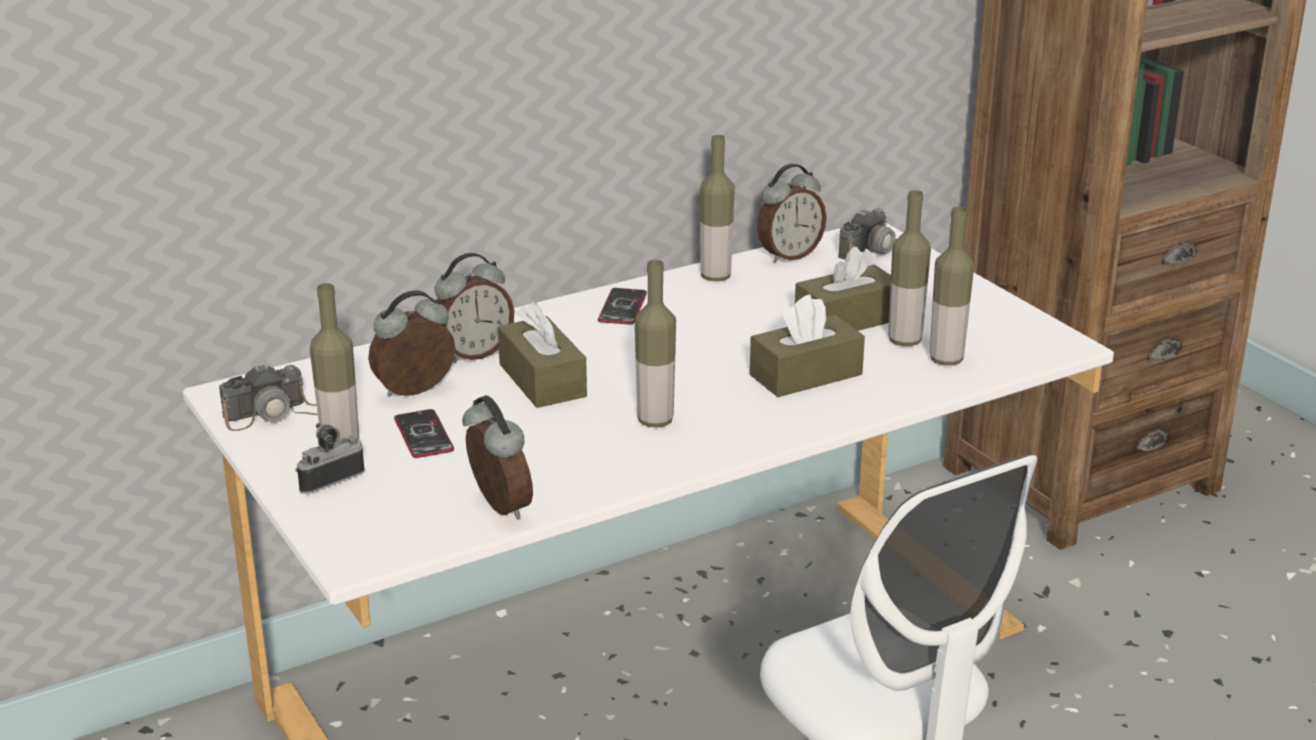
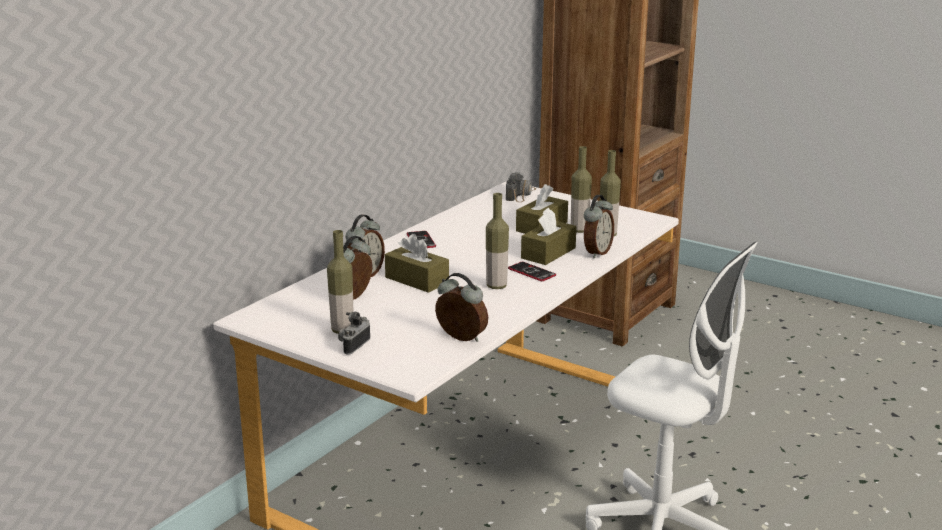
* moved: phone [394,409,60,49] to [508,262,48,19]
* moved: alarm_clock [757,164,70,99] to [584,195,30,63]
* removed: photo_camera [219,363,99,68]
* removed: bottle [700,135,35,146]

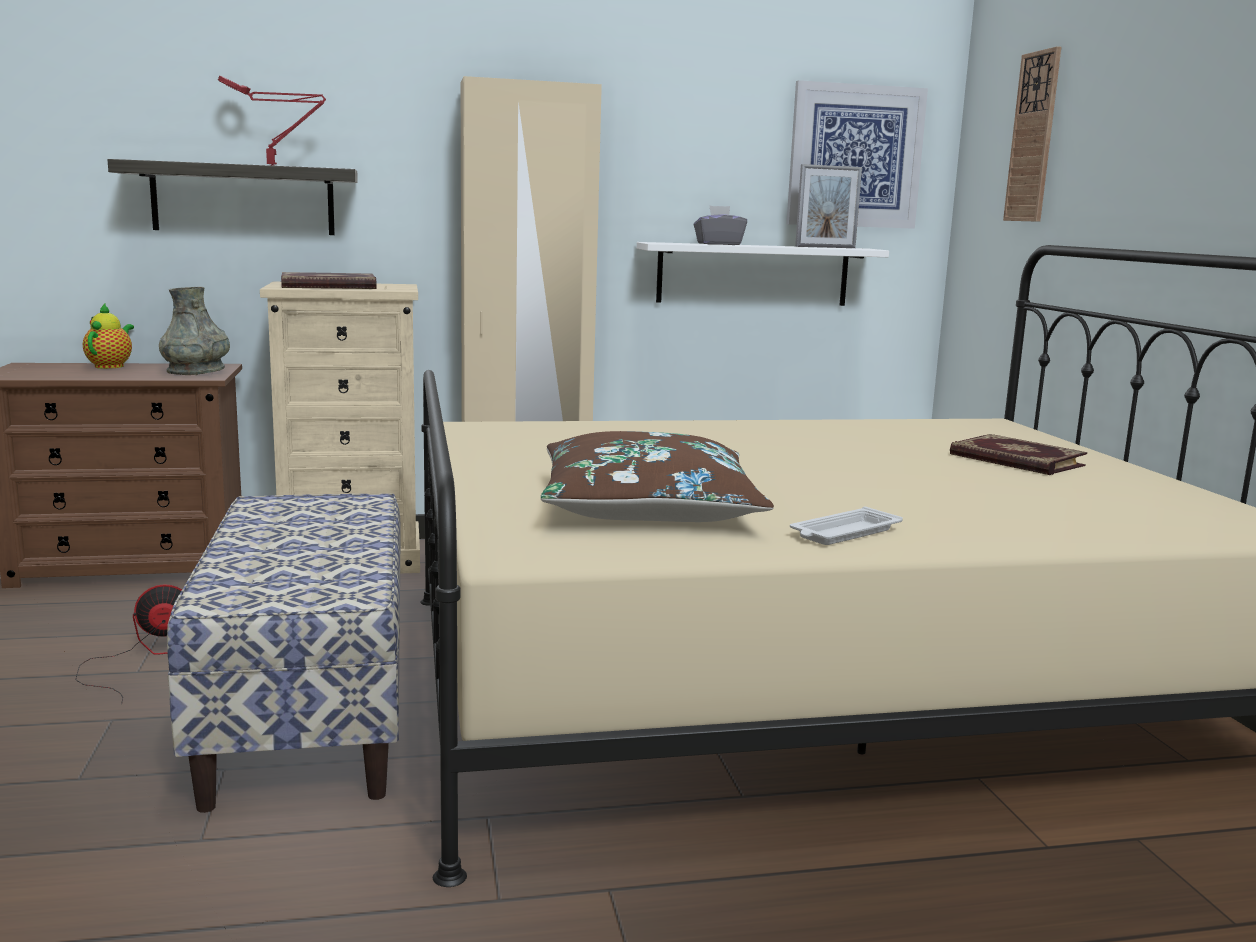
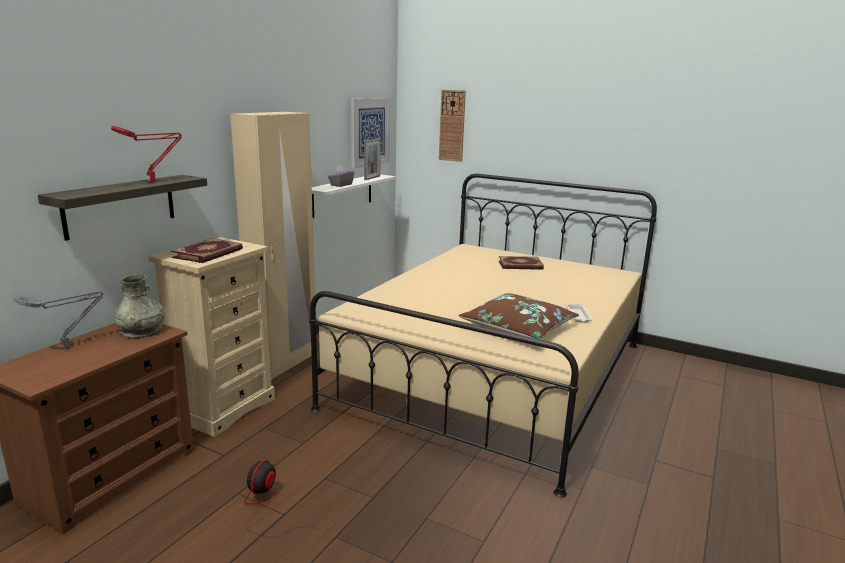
* replaced: teapot [83,304,51,65] to grey_table_lamp [13,291,90,58]
* removed: bench [167,493,234,320]

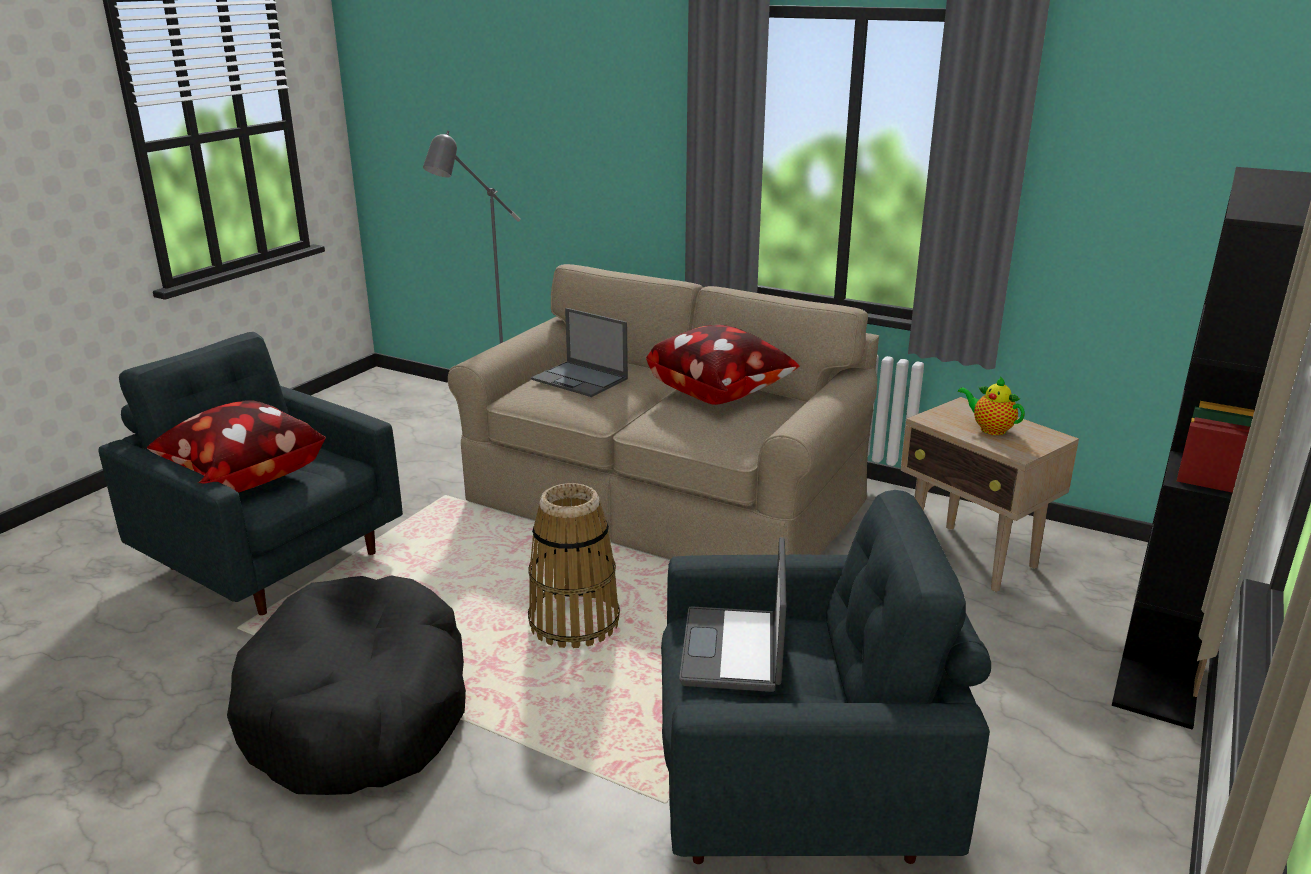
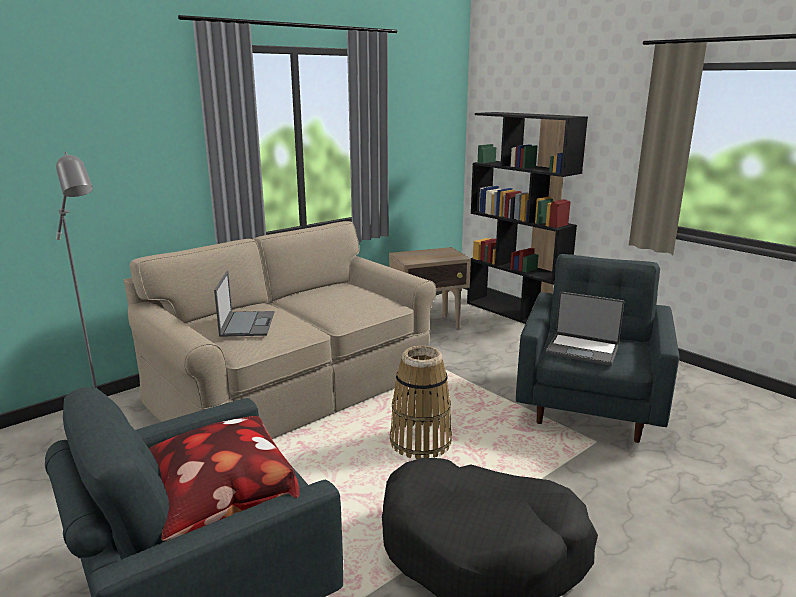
* turned: laptop [531,308,97,89] = [214,271,60,66] 60 degrees counterclockwise
* removed: pillow [646,325,154,80]
* removed: teapot [958,376,67,59]

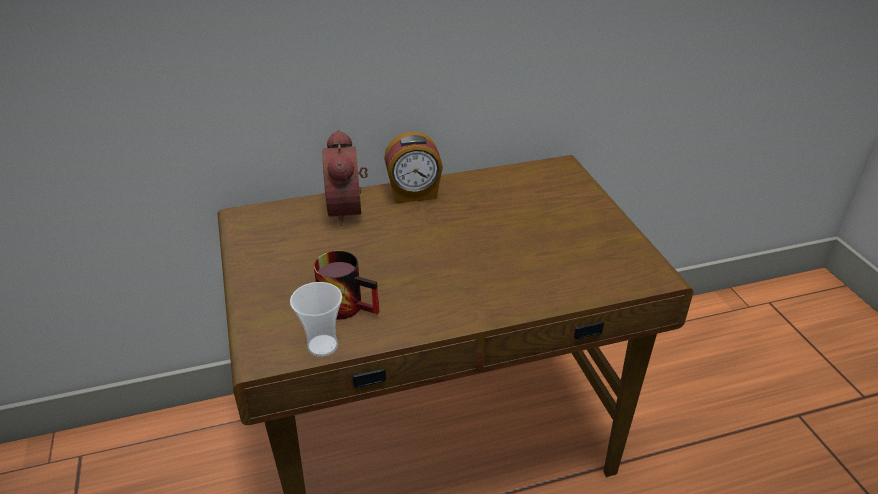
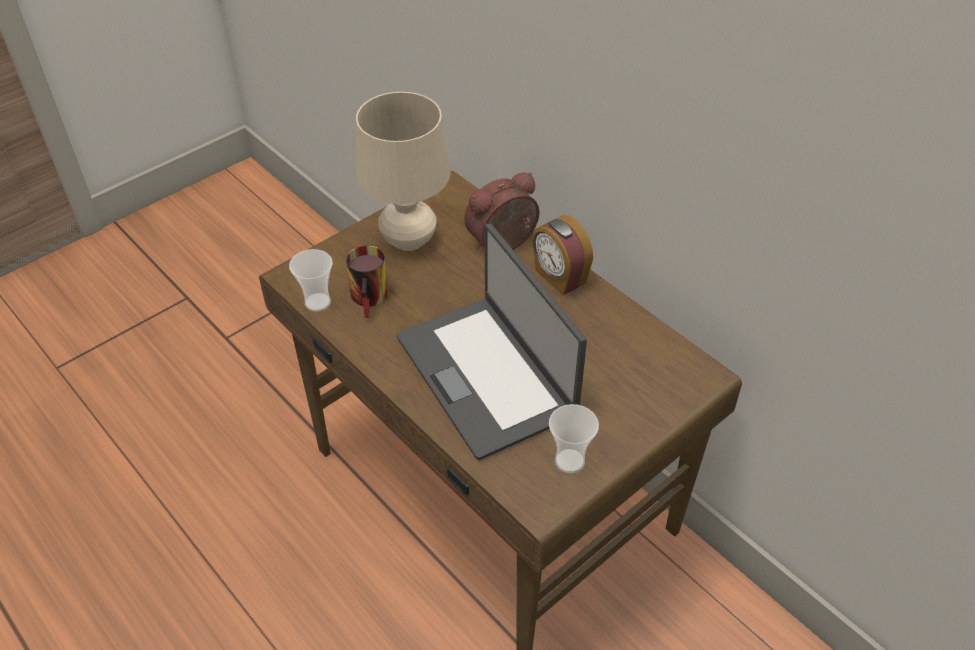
* added: beige_table_lamp [356,92,95,159]
* added: laptop [396,224,191,236]
* added: cup [549,404,50,69]

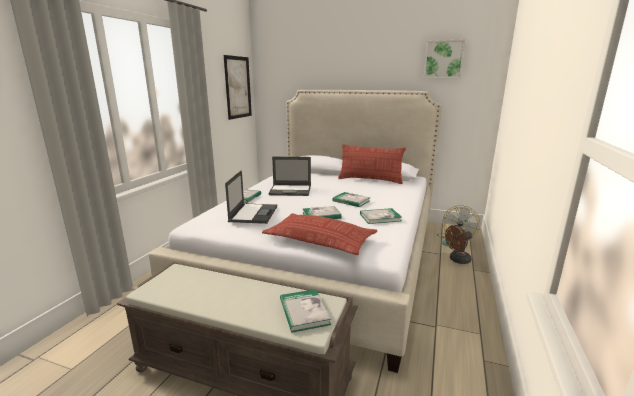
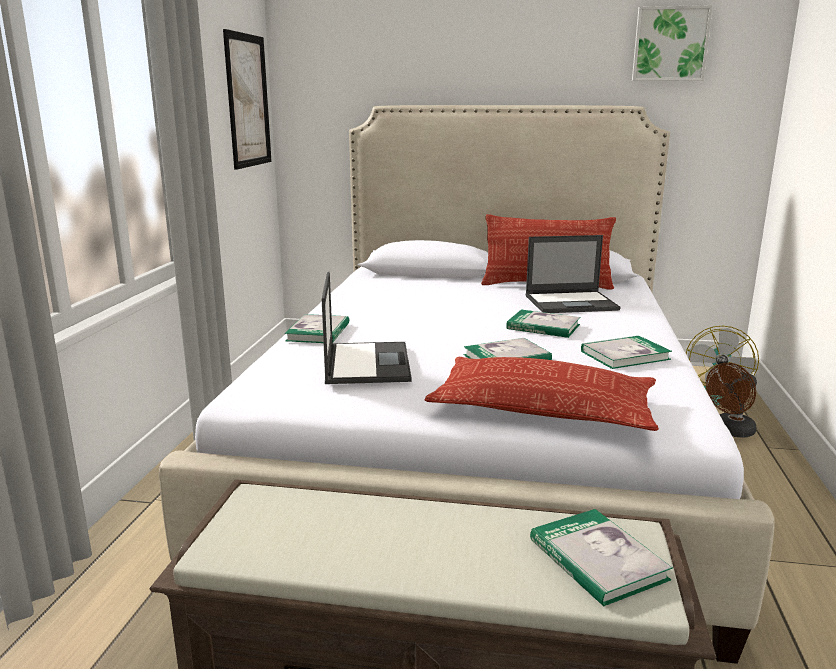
* moved: laptop [268,157,43,39] to [525,235,96,78]

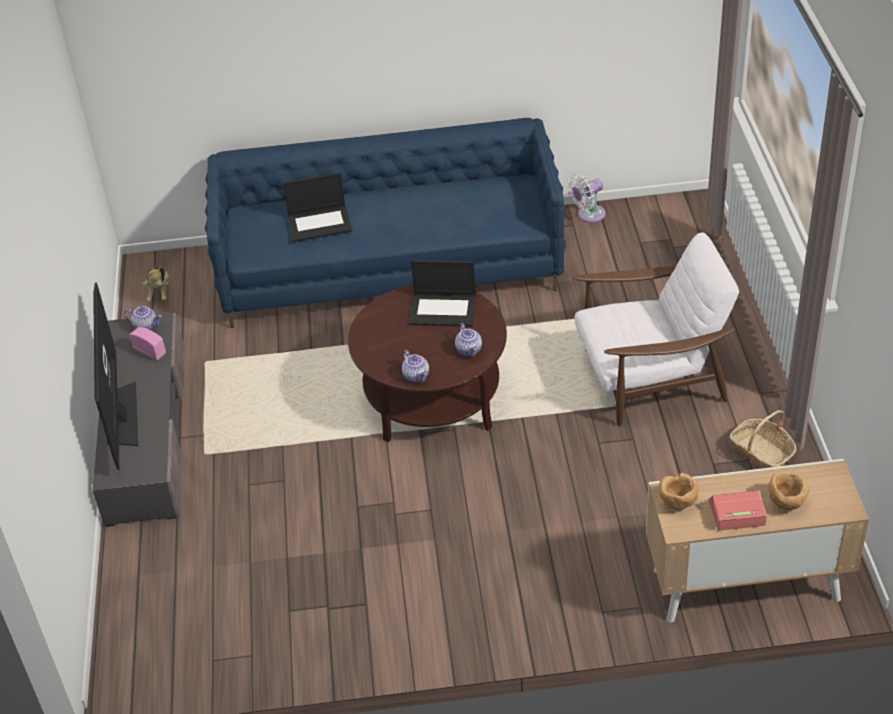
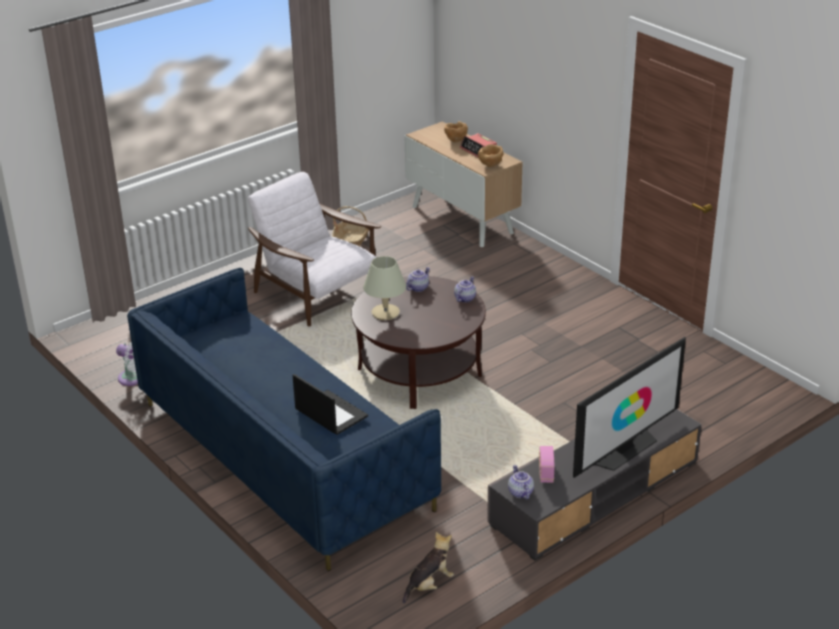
* replaced: laptop [409,260,67,67] to beige_table_lamp [363,256,43,64]

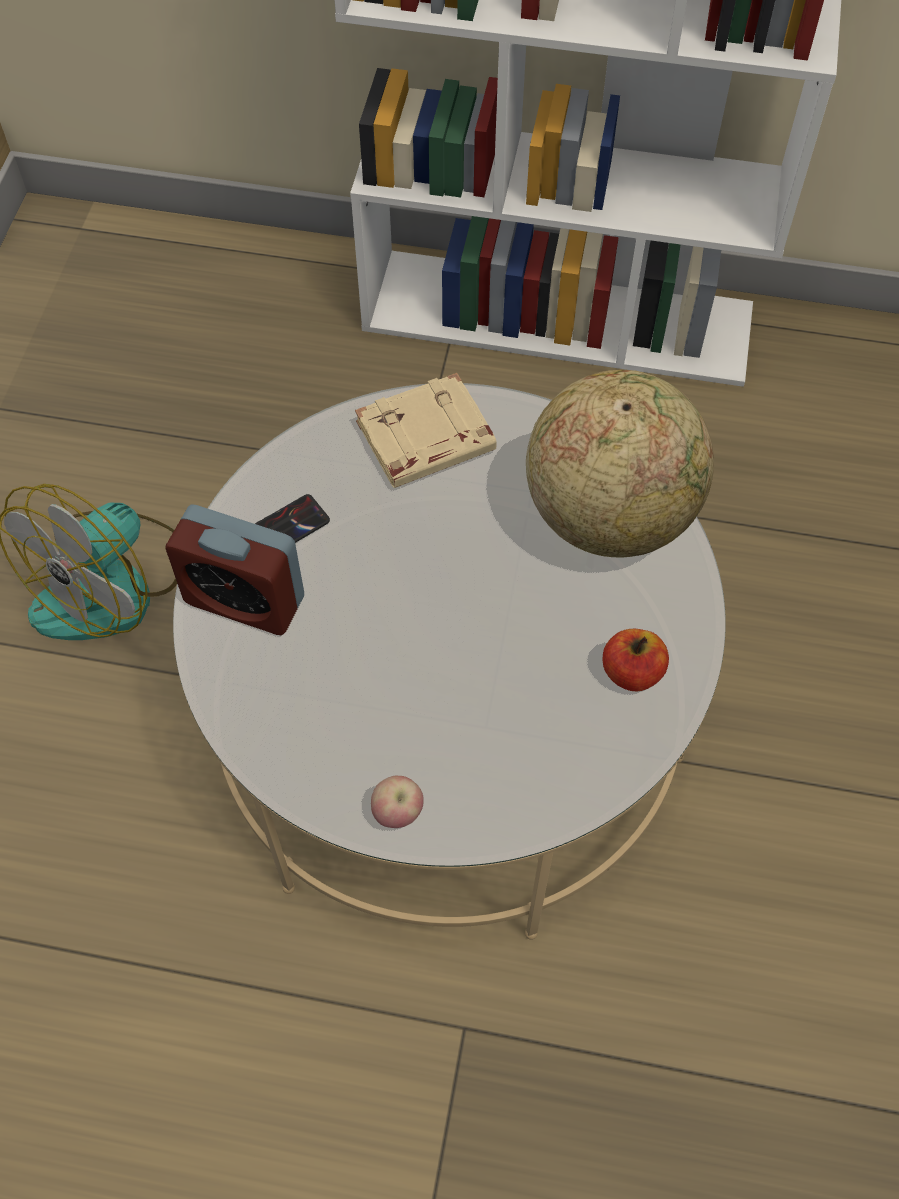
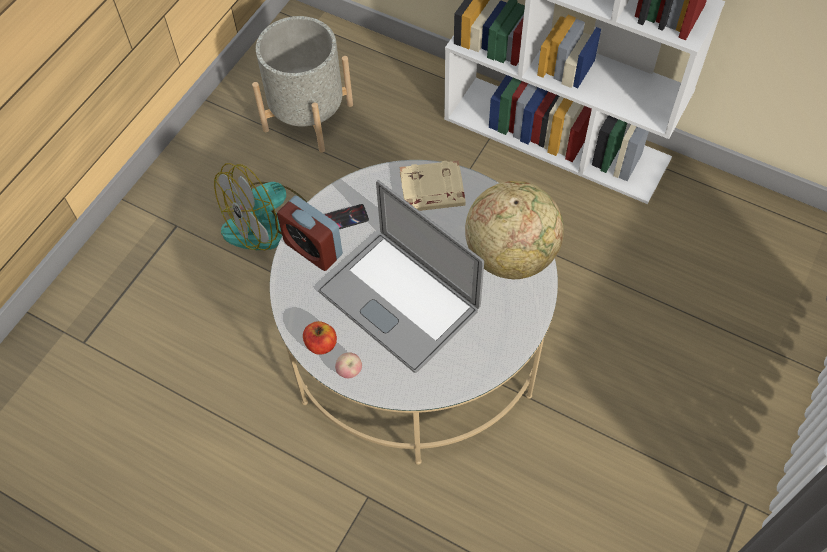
* added: grey_planter [252,16,101,137]
* moved: apple [602,629,67,62] to [303,321,34,34]
* added: laptop [318,180,166,193]

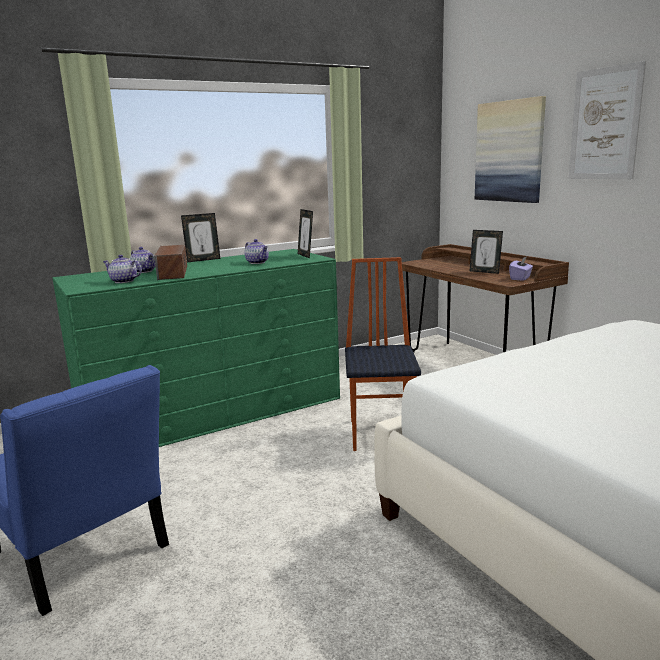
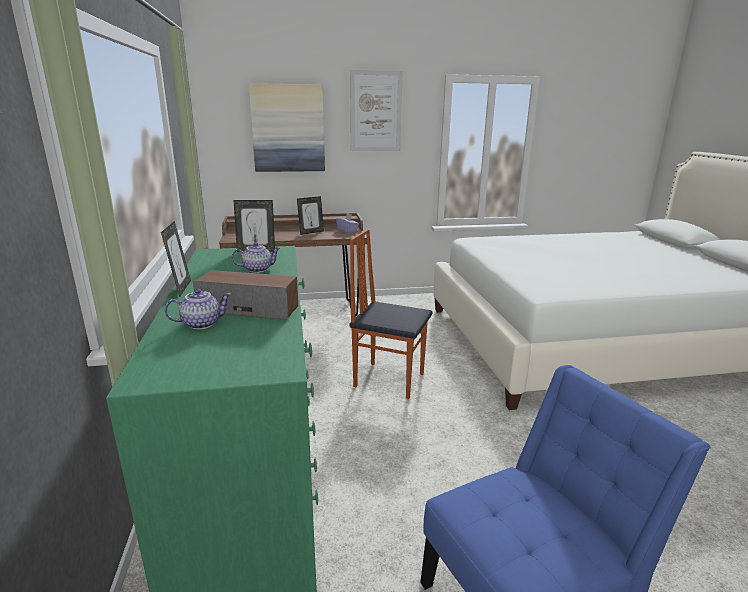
* removed: teapot [102,255,40,28]

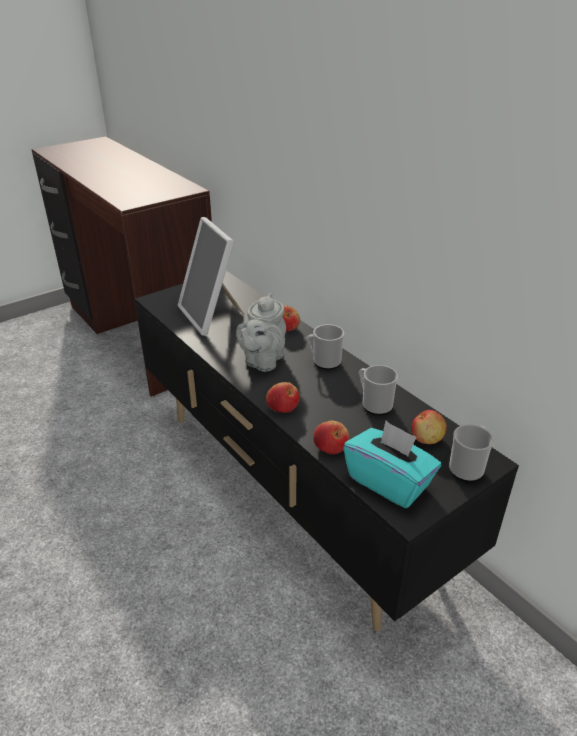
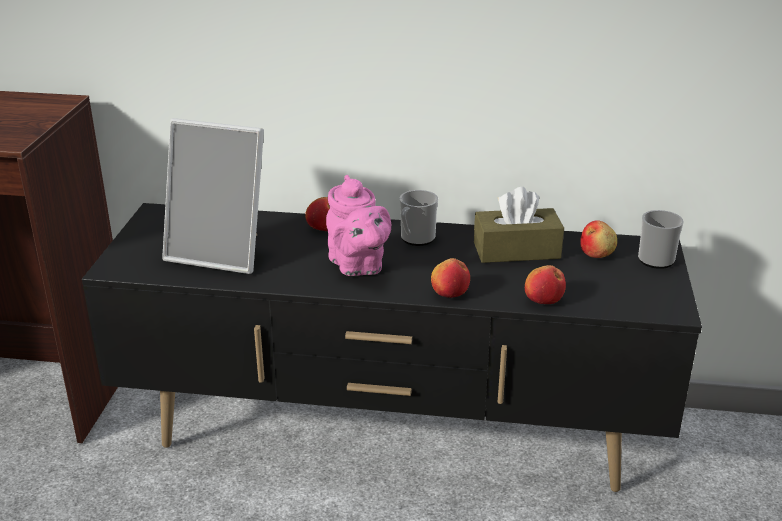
* recoloured: grey_teapot [236,293,50,79] to pink_teapot [326,175,65,101]
* replaced: mug [359,365,39,50] to brown_tissue_box [474,187,90,76]
* removed: turquoise_tissue_box [343,421,98,87]

